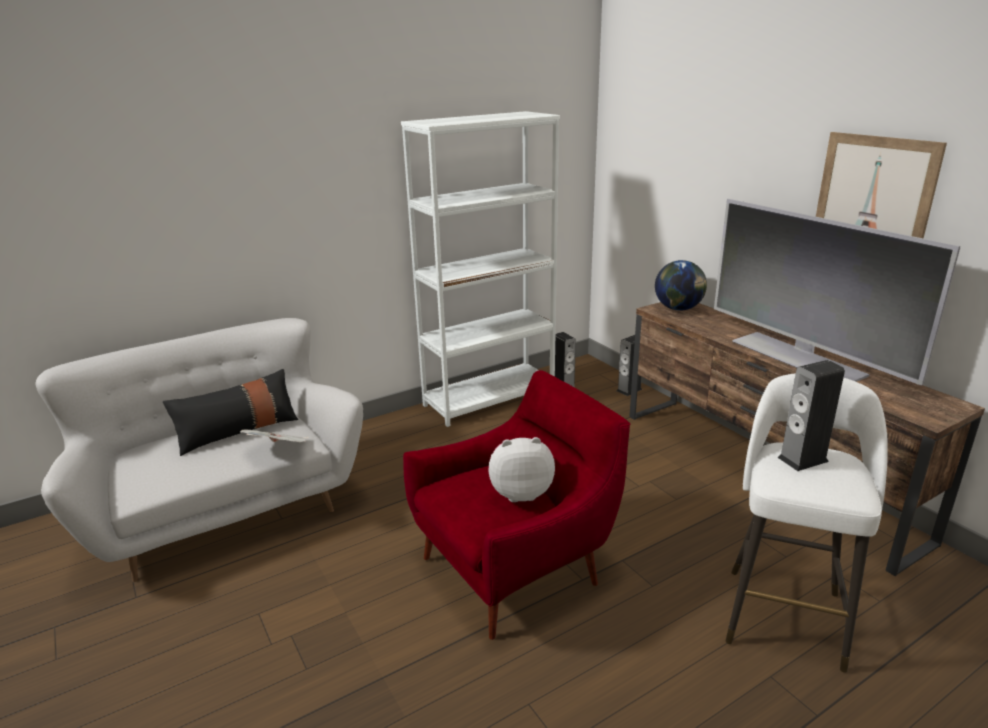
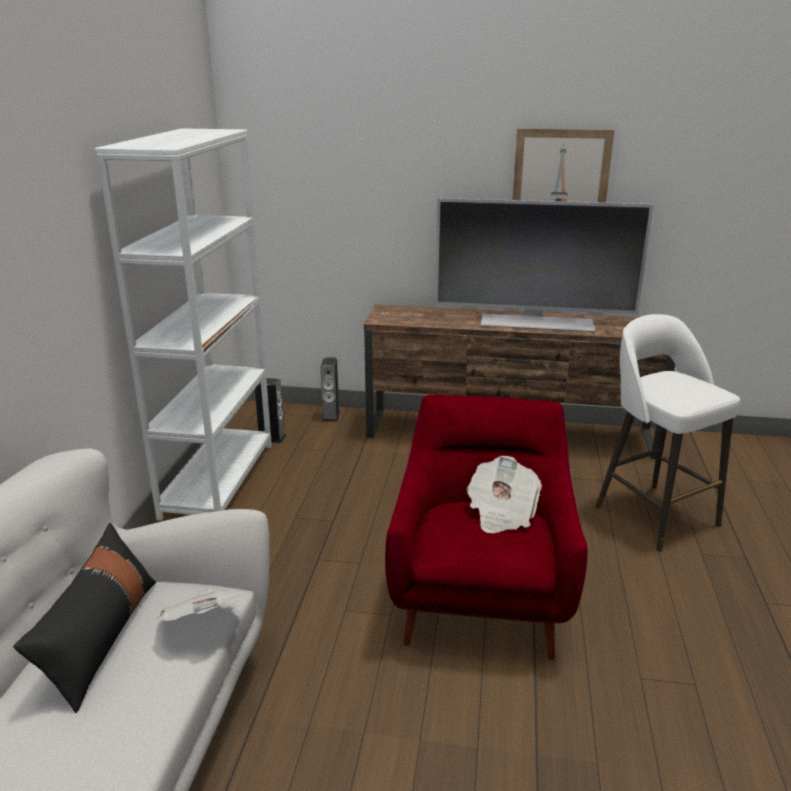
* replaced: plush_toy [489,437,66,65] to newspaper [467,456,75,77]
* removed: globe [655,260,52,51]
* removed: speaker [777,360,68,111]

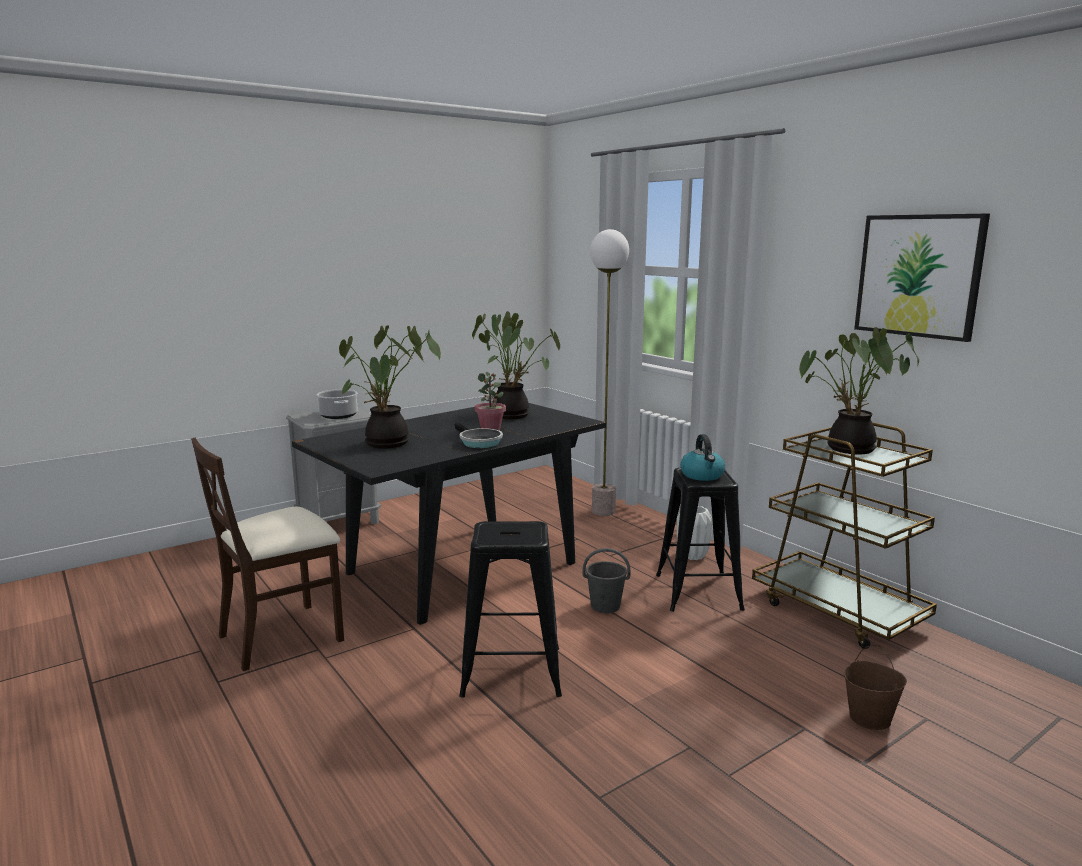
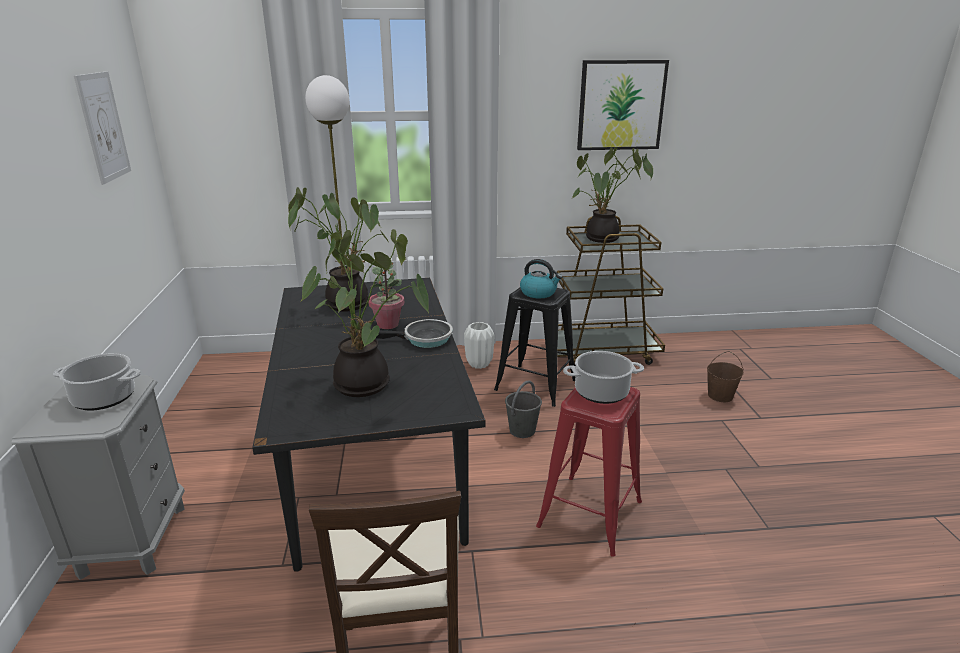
* added: picture [74,72,57,113]
* recoloured: black_stool [459,521,103,176] to red_stool [536,387,106,170]
* added: cooking_pot [563,351,81,53]

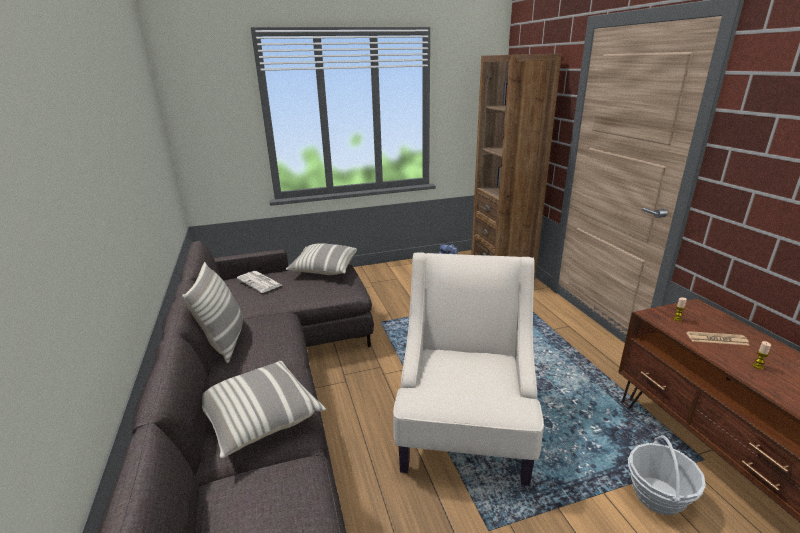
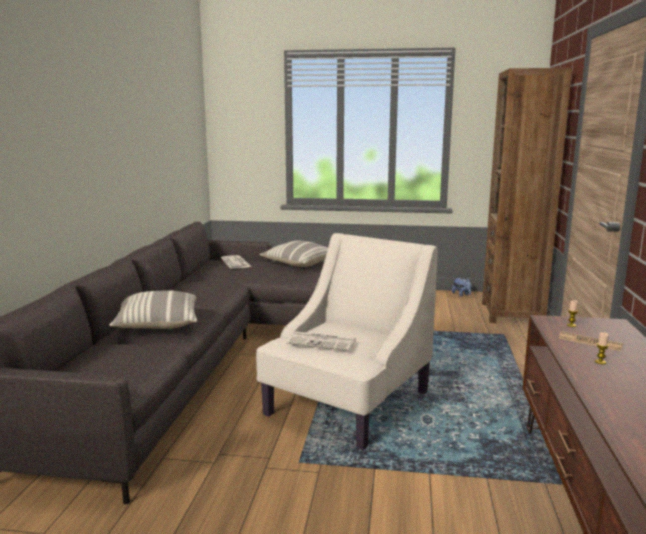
* added: newspaper [286,332,70,19]
* removed: pillow [182,262,61,101]
* removed: basket [628,435,78,80]

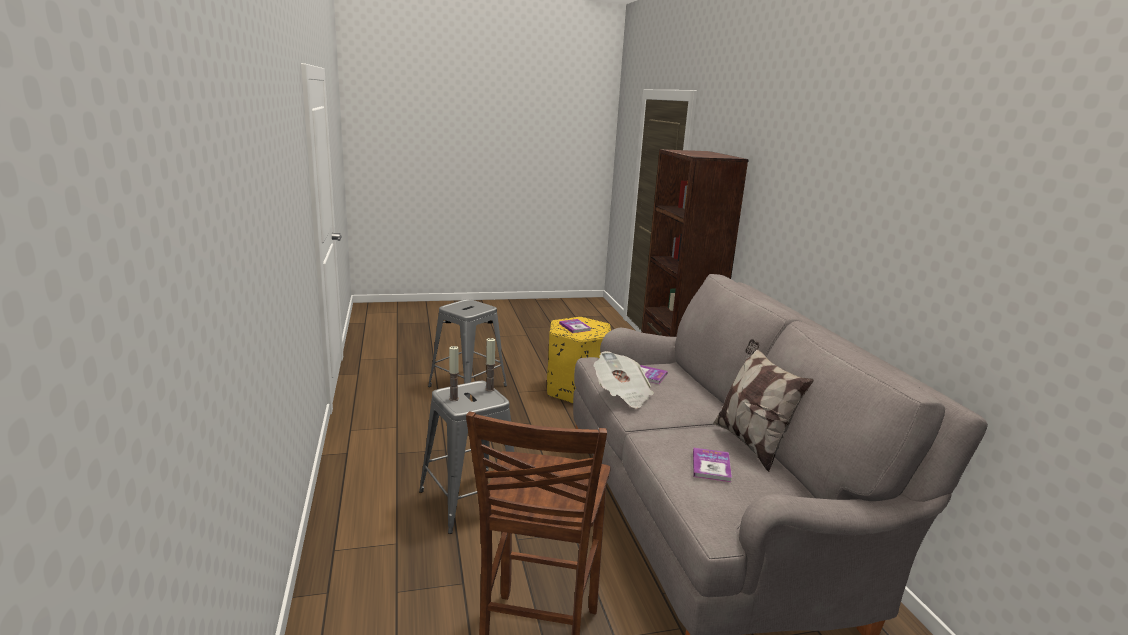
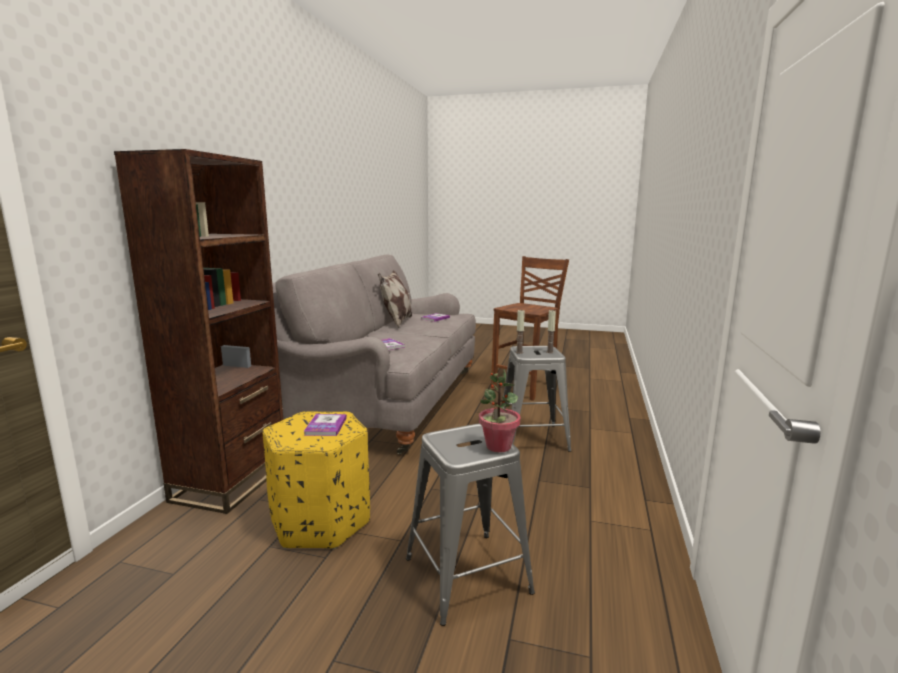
* added: potted_plant [479,370,42,82]
* removed: newspaper [594,351,60,58]

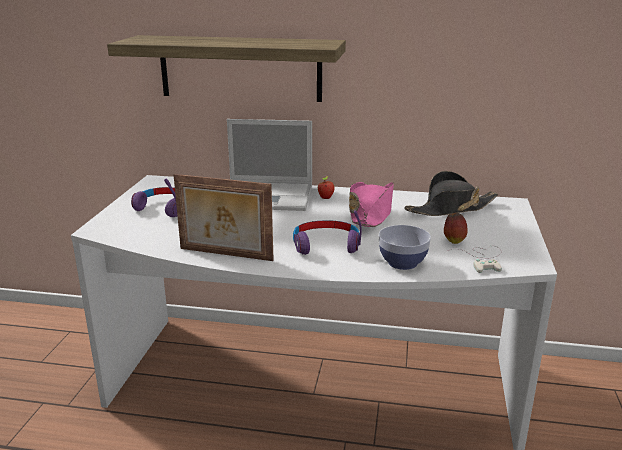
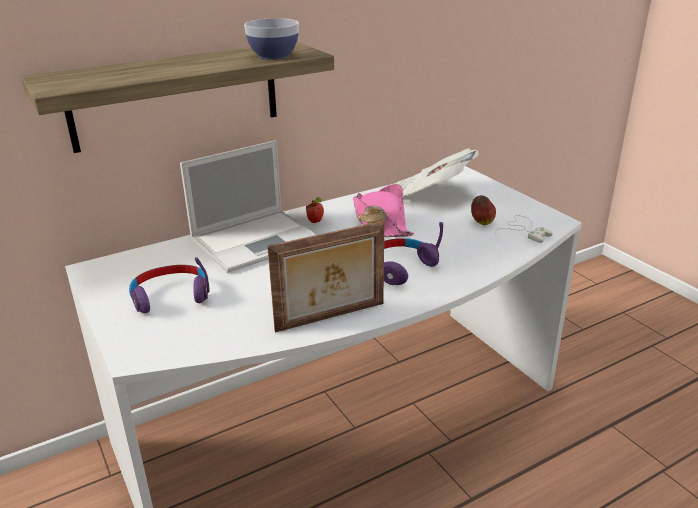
* moved: bowl [379,225,52,45] to [244,18,55,42]
* replaced: black_hat [404,171,94,45] to newspaper [395,148,84,48]

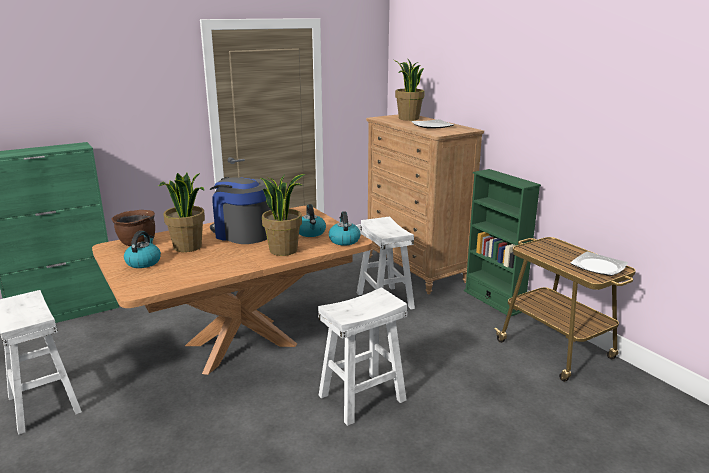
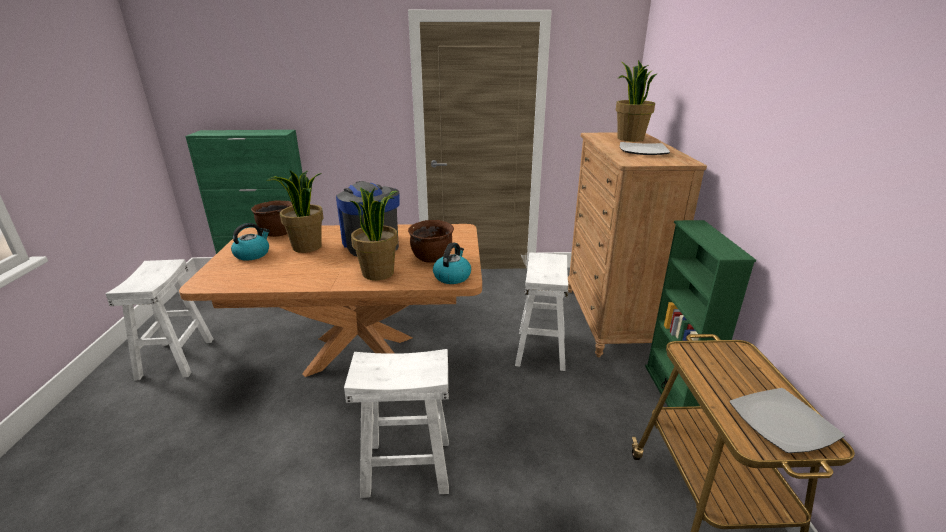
* replaced: kettle [299,204,27,33] to brown_cooking_pot [408,220,46,43]

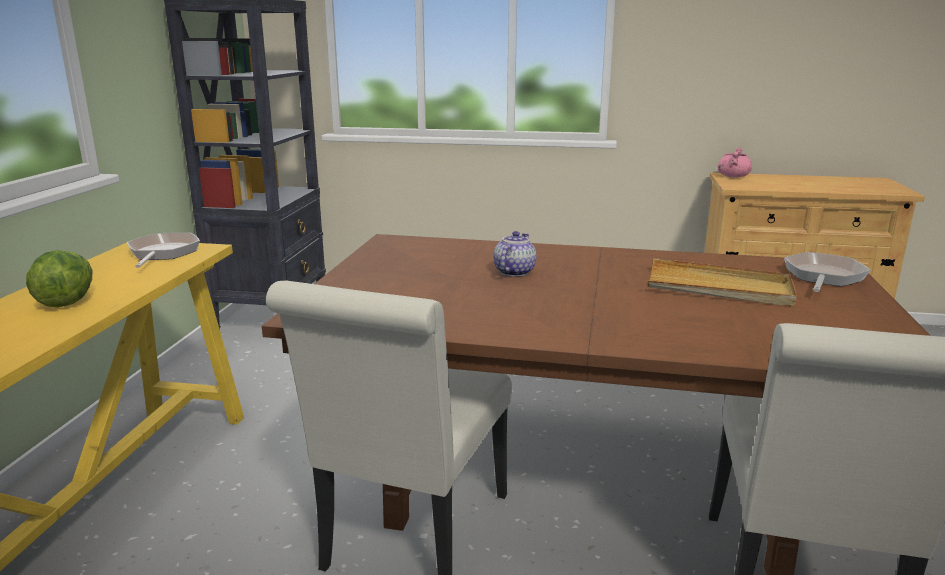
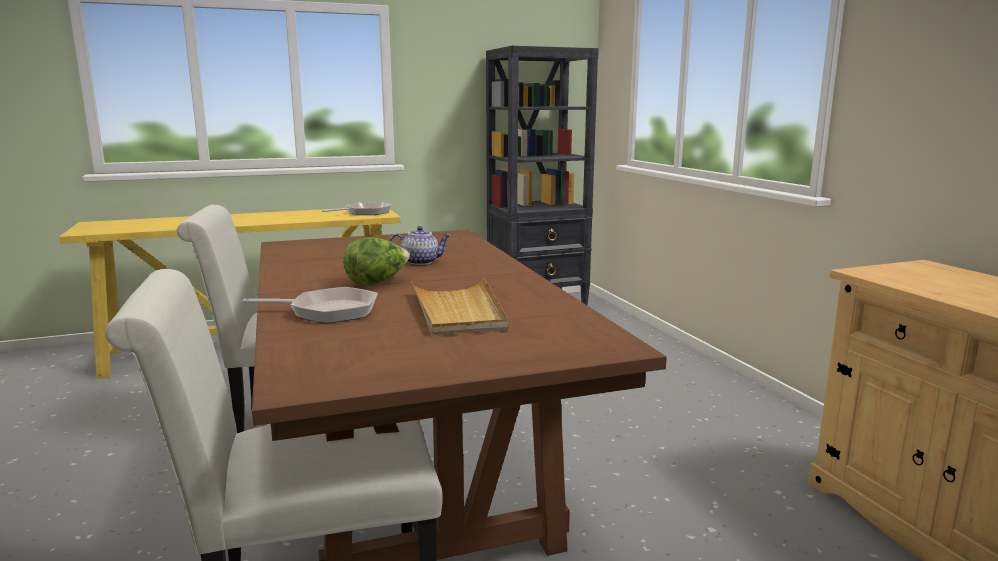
* moved: frying_pan [784,252,87,40] to [243,287,134,36]
* moved: lettuce [26,250,66,58] to [343,237,67,48]
* removed: pink_cooking_pot [718,147,34,30]

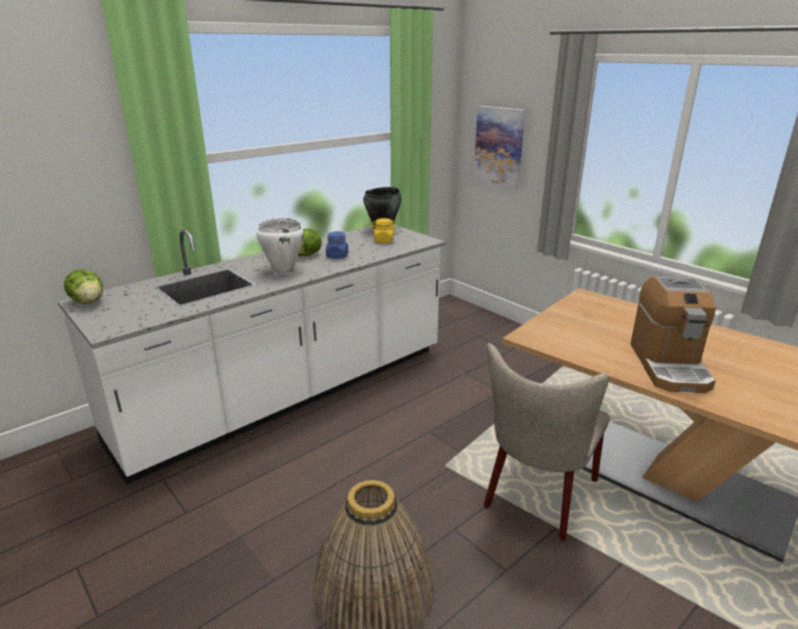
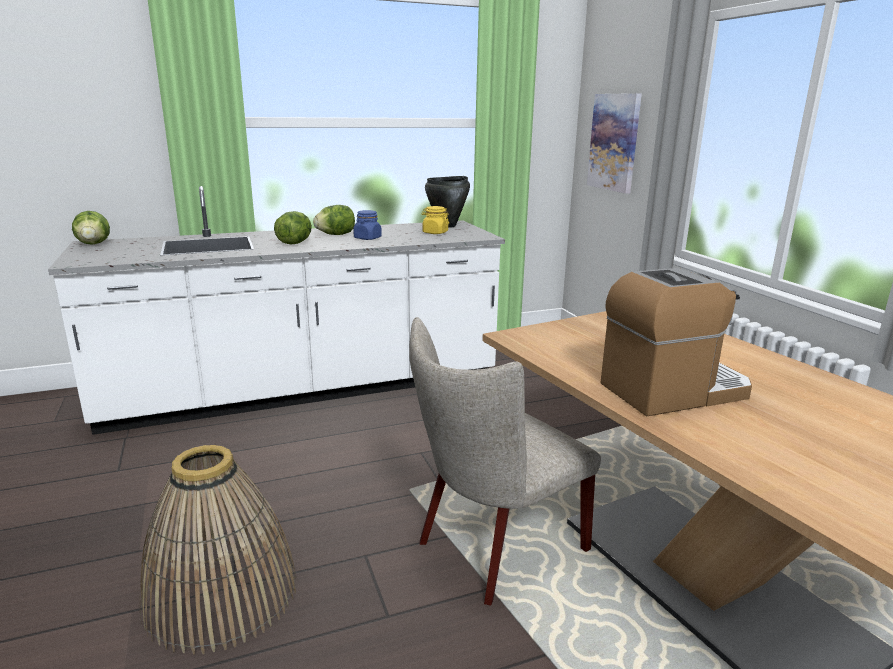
* replaced: white_cooking_pot [256,218,48,57] to lettuce [274,211,38,33]
* turned: coffee_machine [630,276,86,117] = [600,268,152,149] 135 degrees counterclockwise

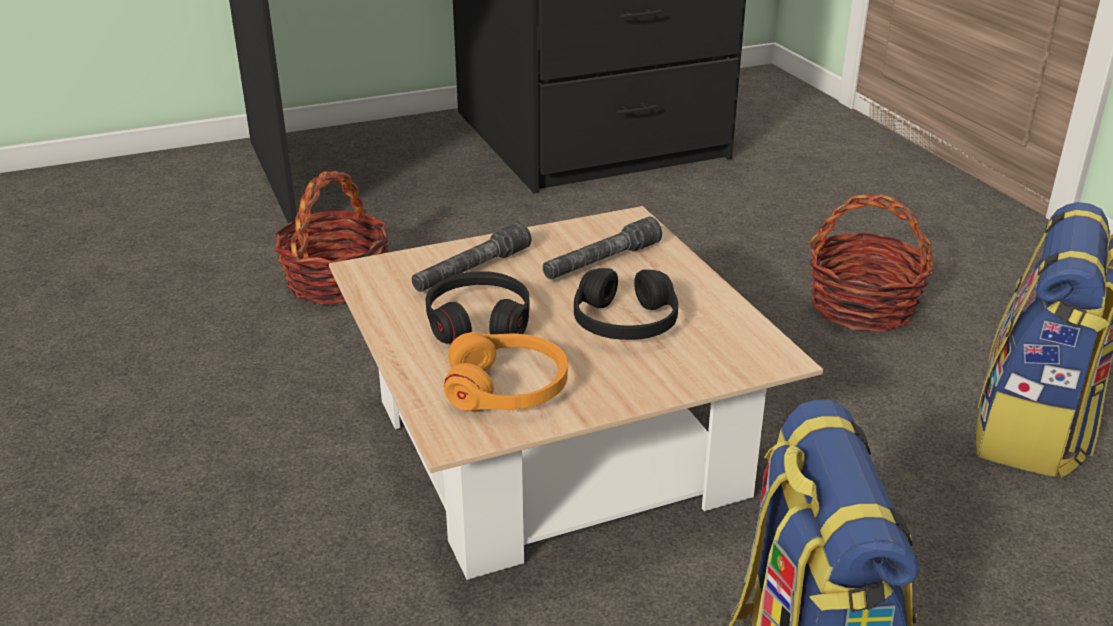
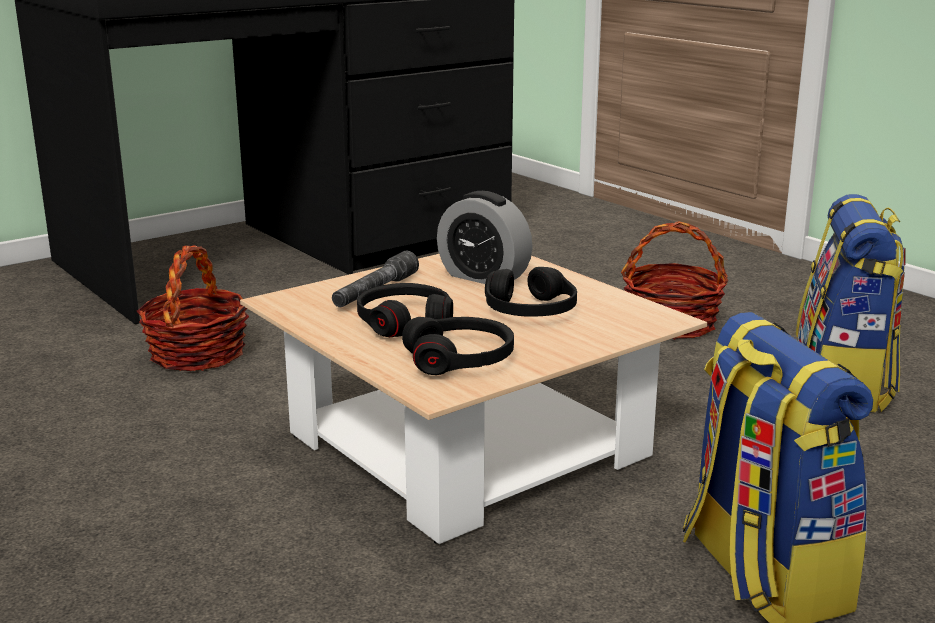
* recoloured: orange_headphones [444,332,124,79] to black_headphones [402,317,112,58]
* replaced: grey_flashlight [543,217,119,62] to alarm_clock [437,191,96,93]

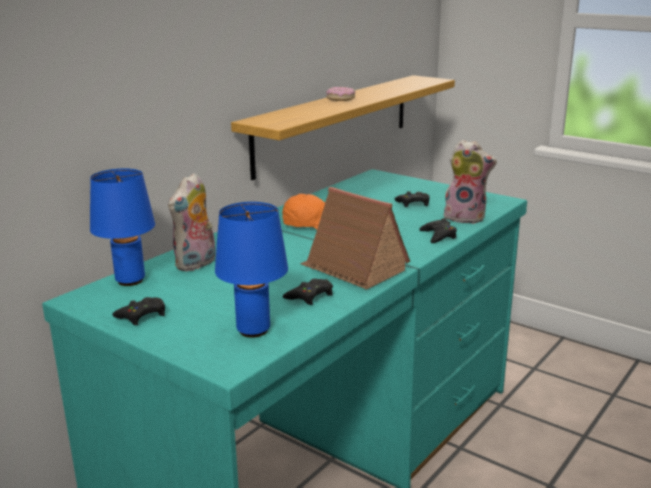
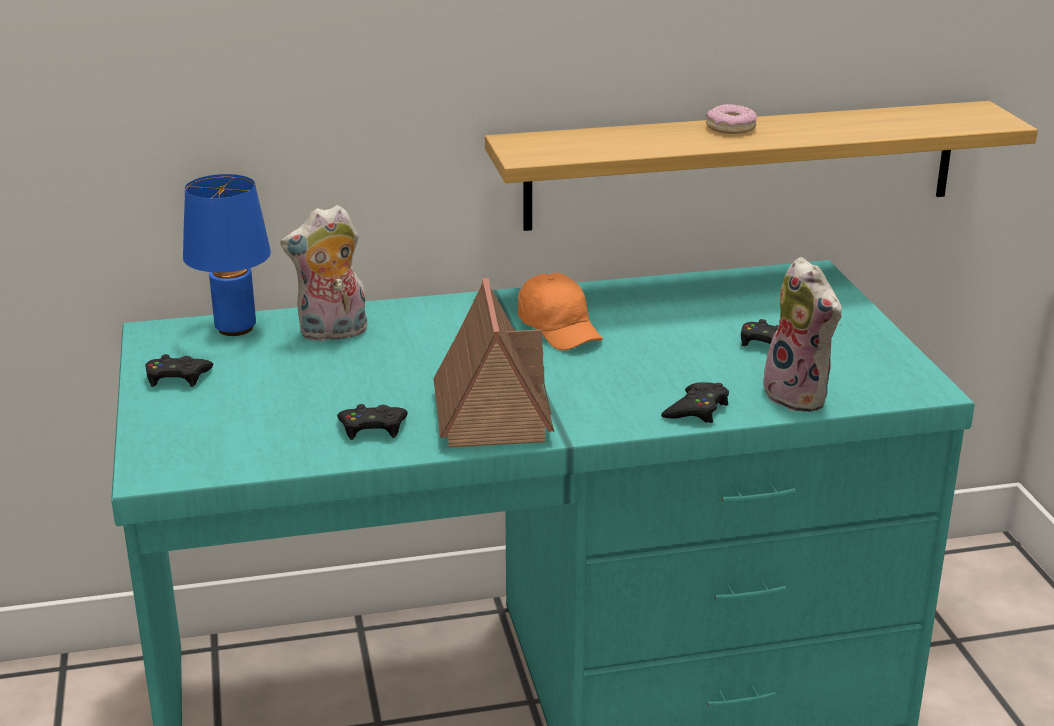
* removed: blue_table_lamp [215,202,73,136]

